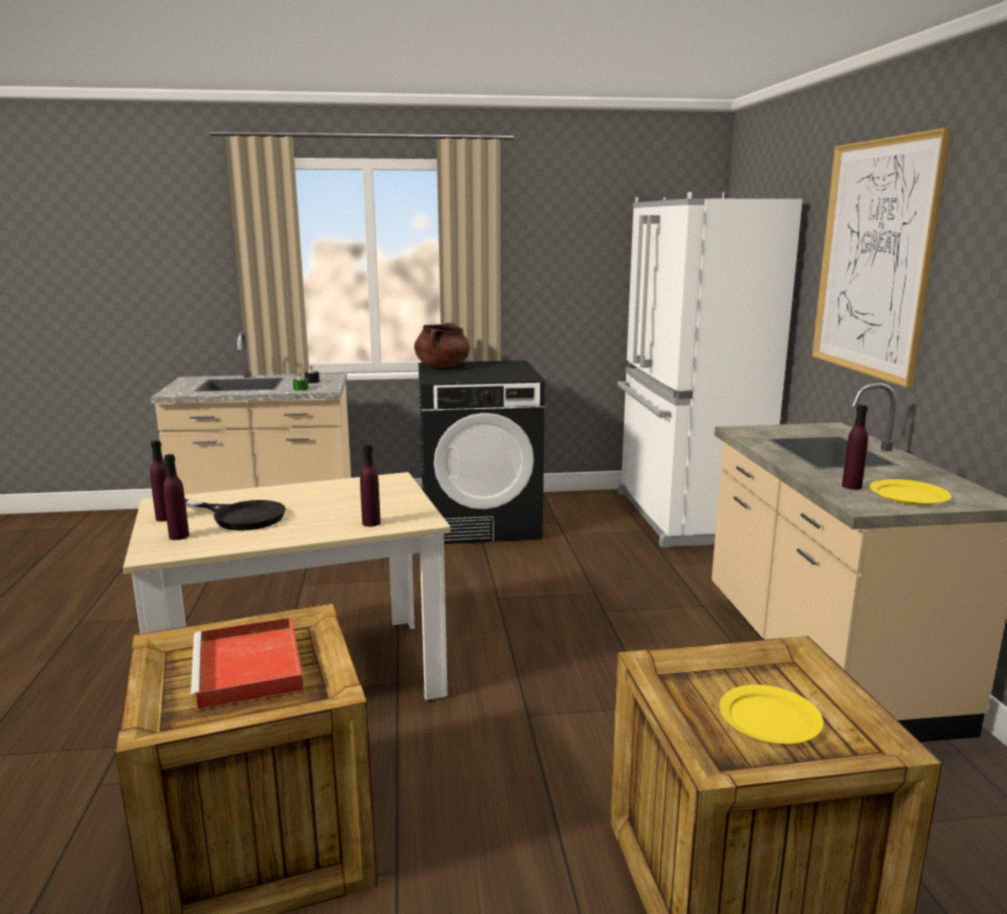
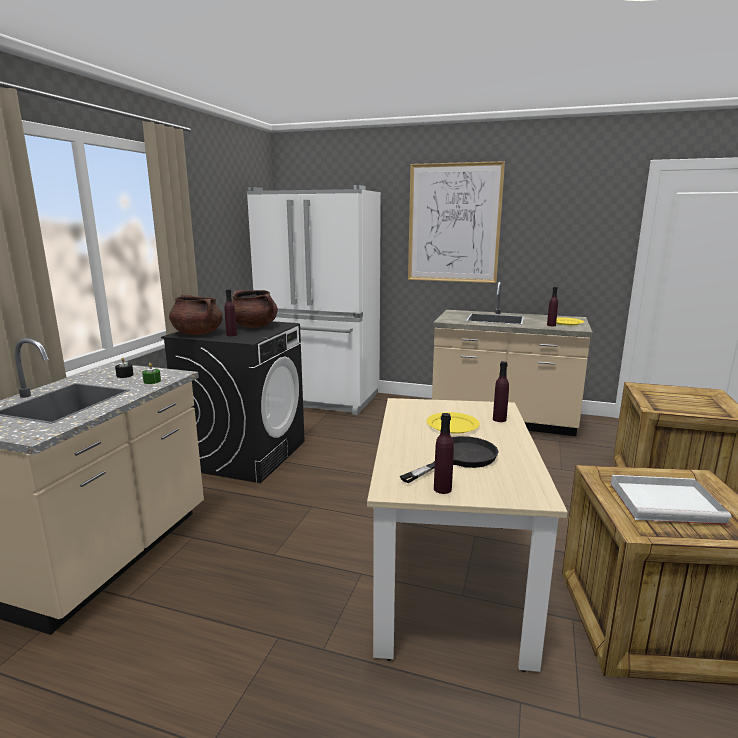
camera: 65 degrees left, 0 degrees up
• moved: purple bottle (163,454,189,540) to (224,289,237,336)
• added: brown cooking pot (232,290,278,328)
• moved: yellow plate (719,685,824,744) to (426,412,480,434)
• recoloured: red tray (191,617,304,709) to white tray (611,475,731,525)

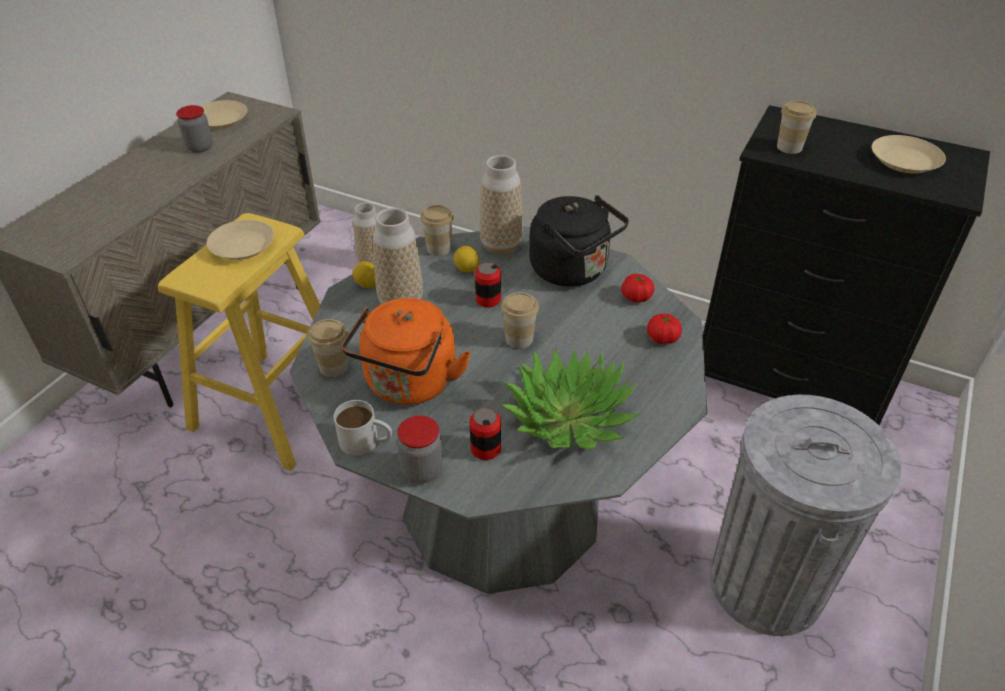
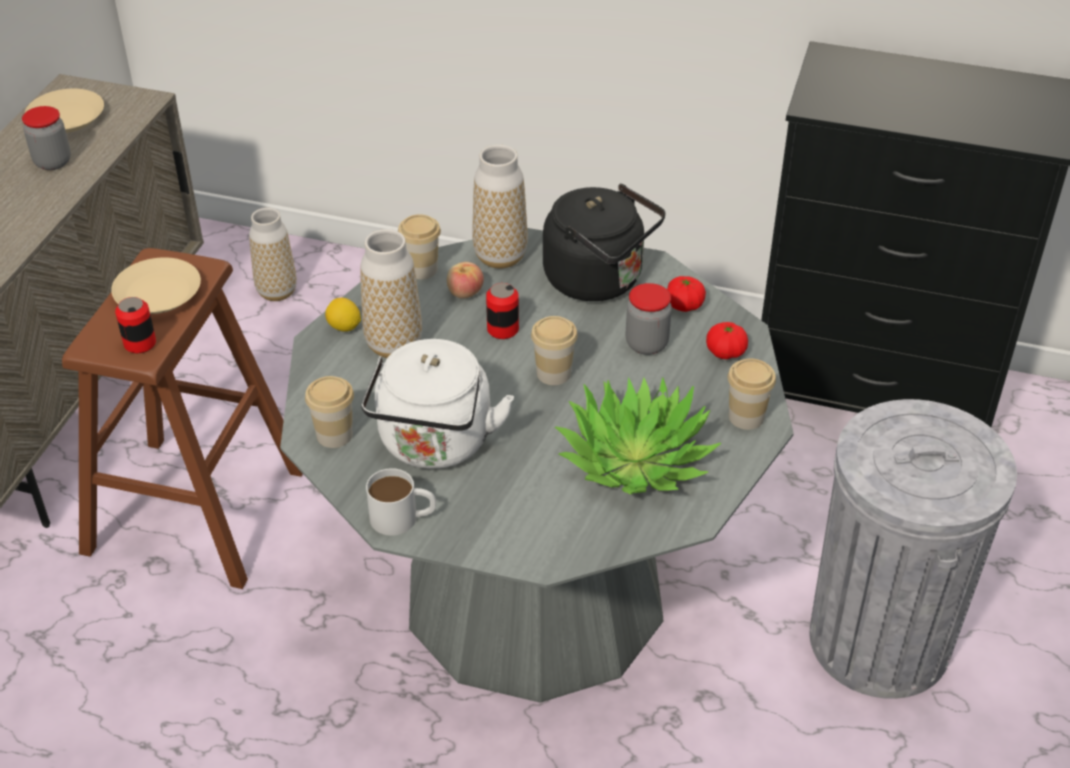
camera: 10 degrees left, 0 degrees up
• recoloured: yellow stool (158,213,320,471) to brown stool (62,248,303,589)
• moved: can (470,408,501,460) to (115,297,156,353)
• recoloured: orange kettle (341,298,471,405) to white kettle (361,339,514,469)
• replaced: lemon (453,246,479,273) to apple (447,262,484,299)
• moved: jar (397,416,443,483) to (625,283,672,355)
• moved: cup (777,100,816,154) to (728,359,776,430)
• removed: beige plate (872,135,946,174)

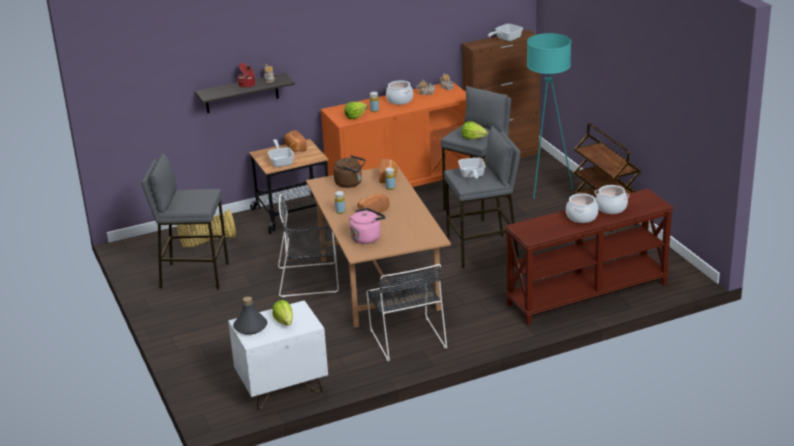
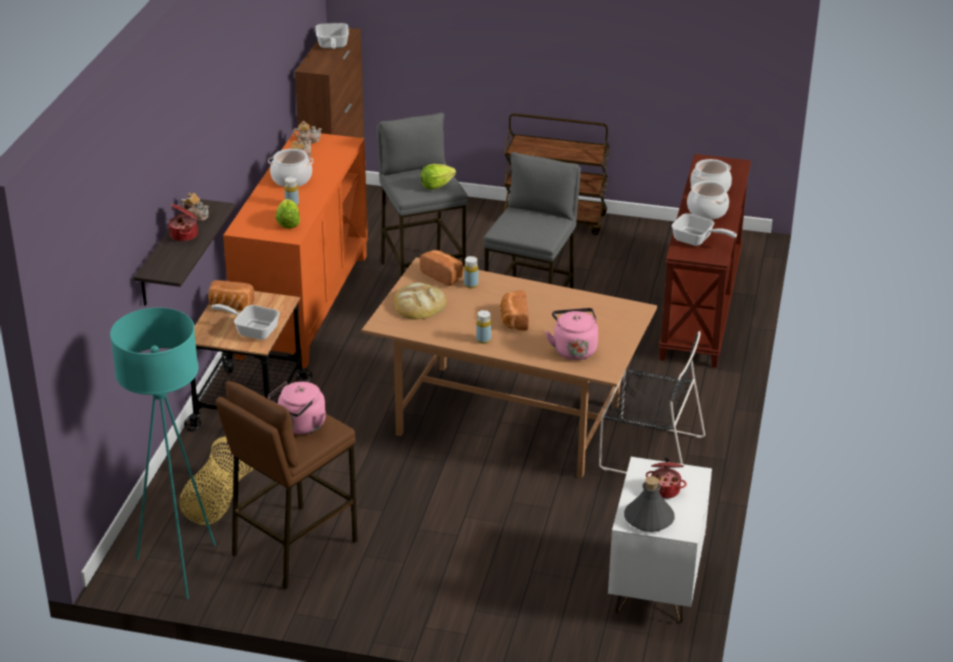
camera: 55 degrees left, 5 degrees up
• moved: turquoise floor lamp (527,33,573,199) to (110,308,216,599)
• recoloured: grey stool (141,153,229,290) to brown stool (216,381,358,590)
• added: pink kettle (268,381,326,434)
• replaced: brown kettle (333,155,366,188) to bread (394,282,446,320)
• replaced: lettuce (272,300,293,326) to cooking pot (646,458,687,499)
• moved: frying pan (458,158,485,179) to (672,213,737,246)
• removed: black chair (278,194,339,297)

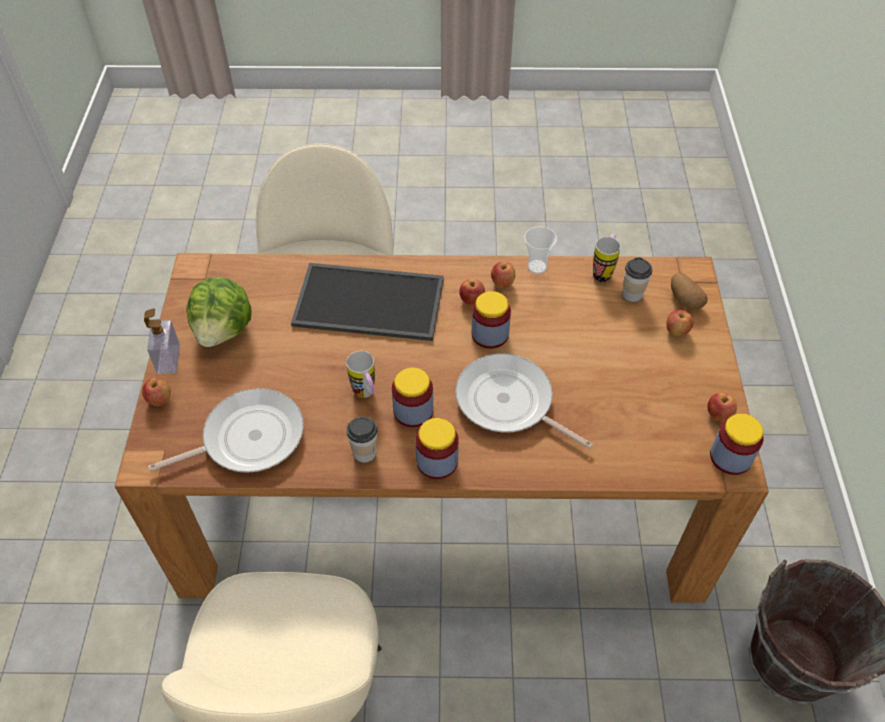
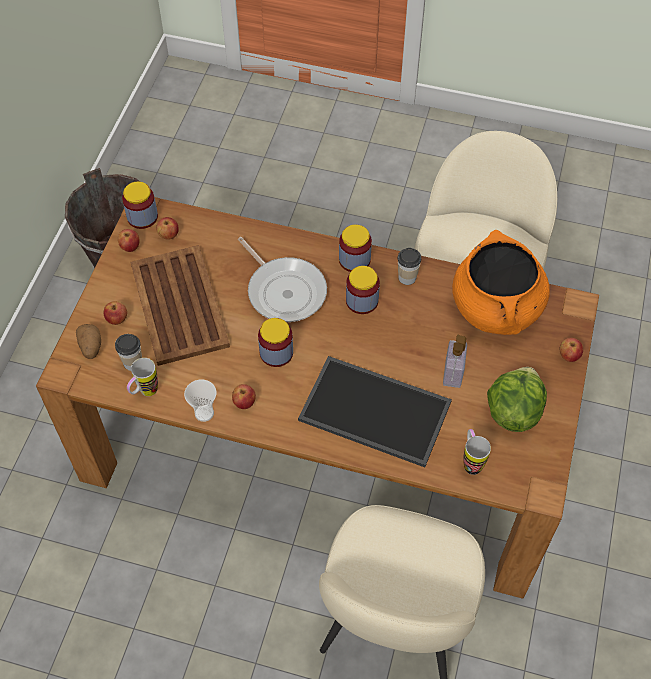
camera: 165 degrees left, 5 degrees up
• added: brown tray (130,245,230,366)
• moved: apple (459,278,485,305) to (156,217,179,240)
• moved: soap dispenser (144,308,180,374) to (443,335,467,388)
• replaced: frying pan (148,388,304,473) to orange cooking pot (452,230,550,335)
• moved: mug (346,351,375,398) to (463,429,491,475)

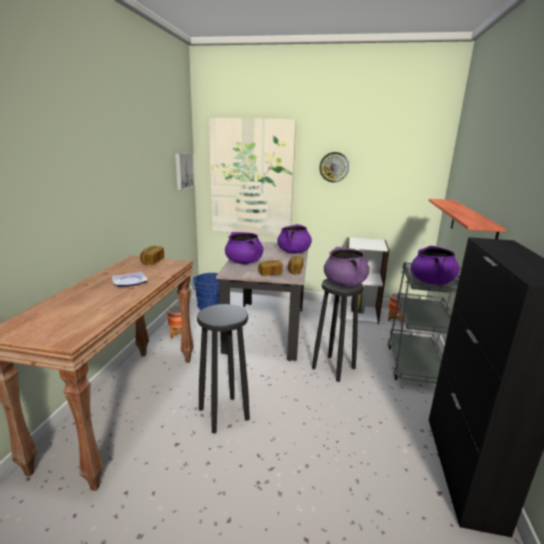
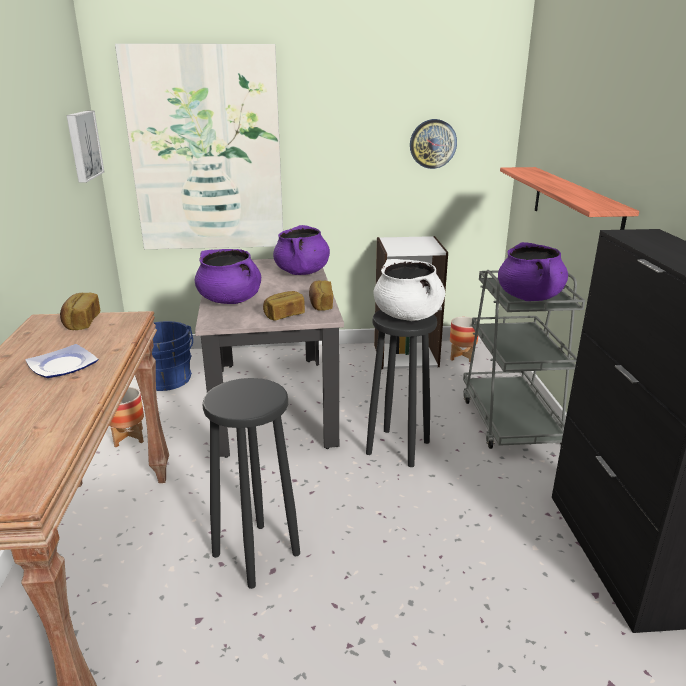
camera: 15 degrees left, 5 degrees up
• recoloured: purple cooking pot (324,247,370,287) to white cooking pot (374,259,445,321)
• moved: wall clock (319,152,349,182) to (410,119,457,169)

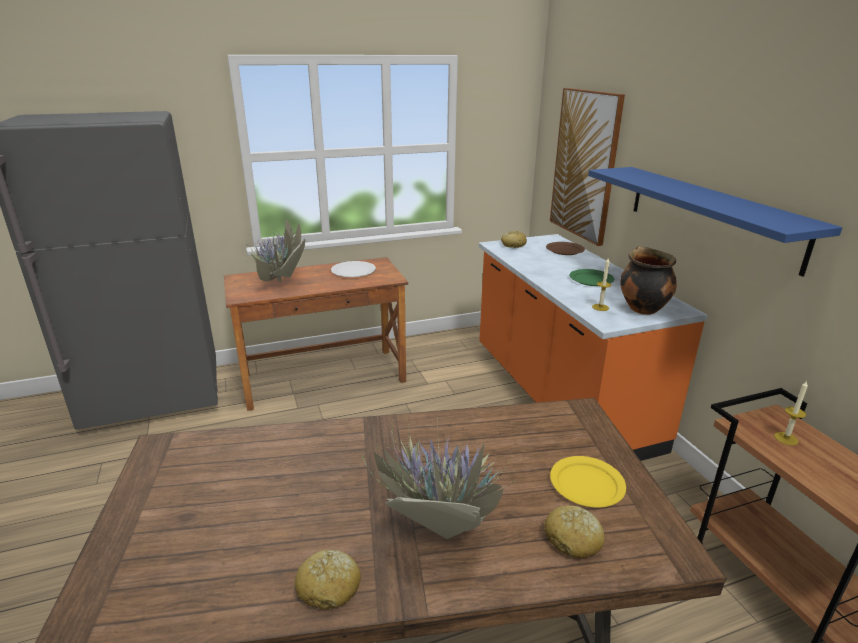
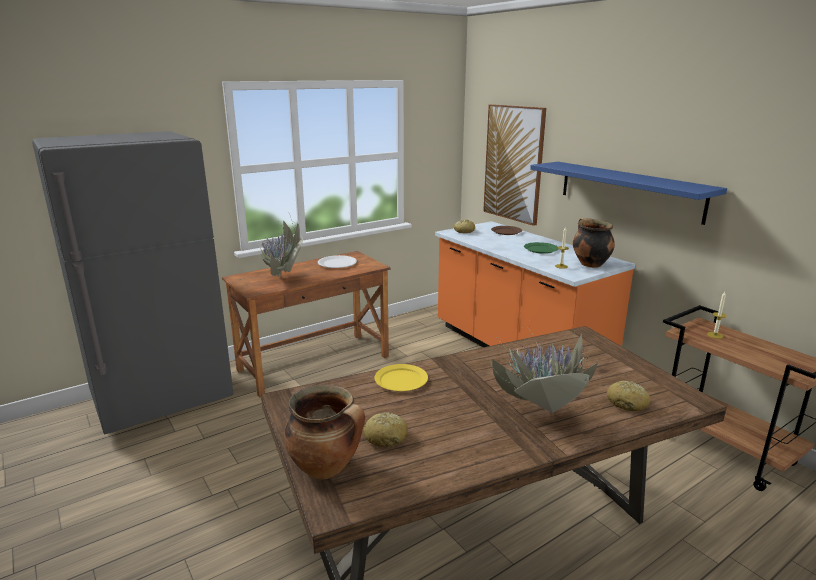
camera: 15 degrees left, 5 degrees down
• added: cooking pot (284,385,365,479)
• moved: bread (295,550,361,610) to (364,412,408,447)
• moved: yellow plate (550,456,626,507) to (374,364,428,391)

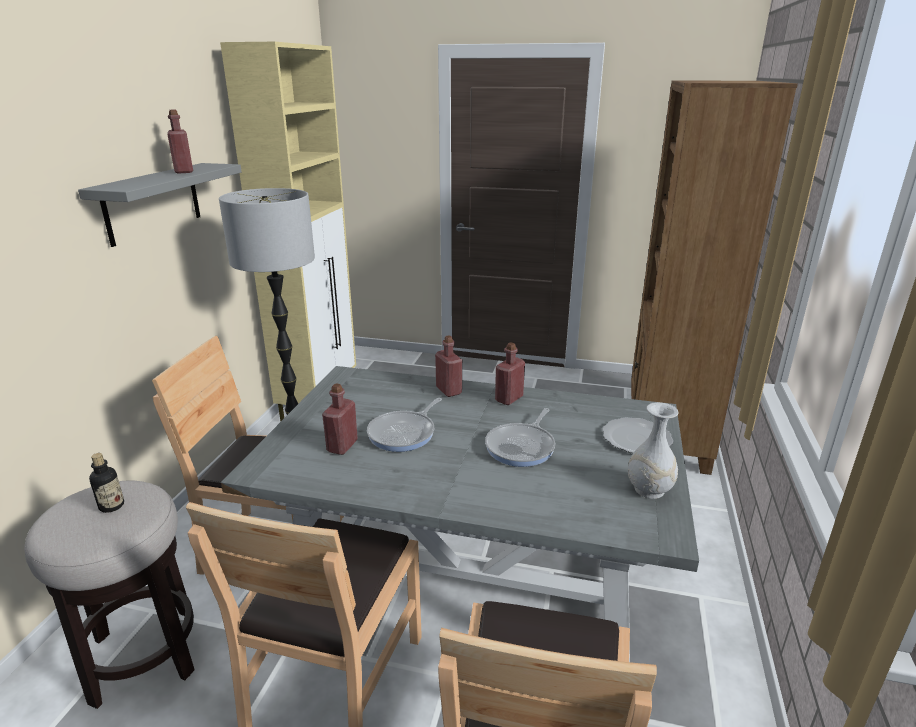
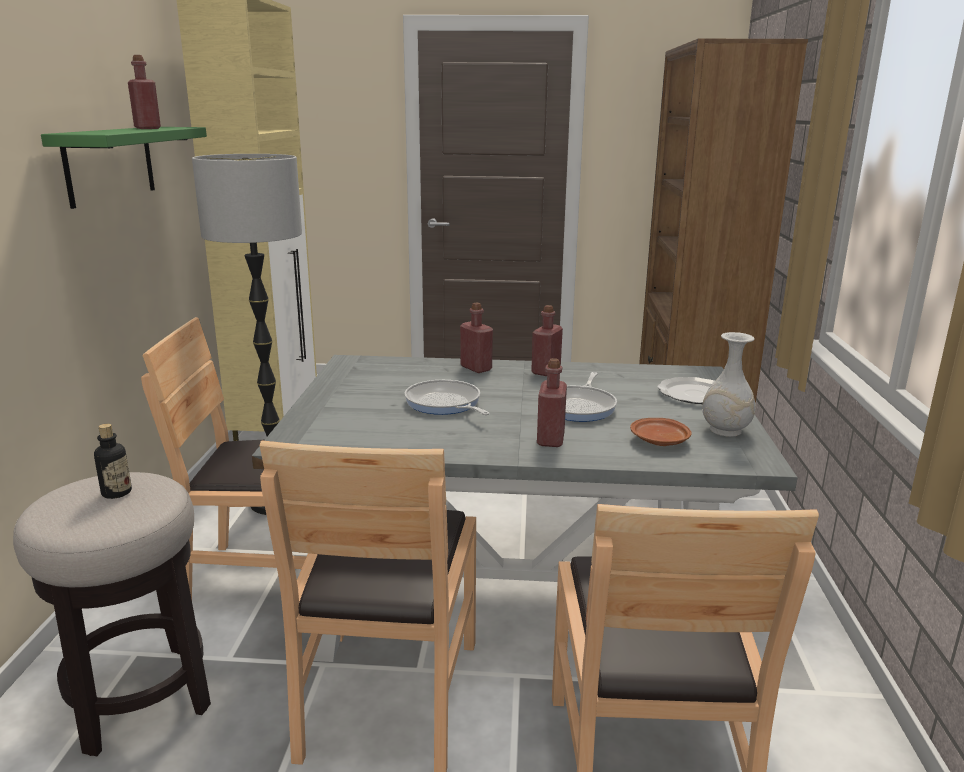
camera: 10 degrees left, 5 degrees down
• recoloured: grey shelf (78,163,242,247) to green shelf (41,127,207,209)
• turned: frying pan (367,398,442,452) = (405,380,490,415) 120 degrees clockwise
• moved: red bottle (322,383,358,455) to (537,358,567,447)
• added: brown plate (630,418,691,446)

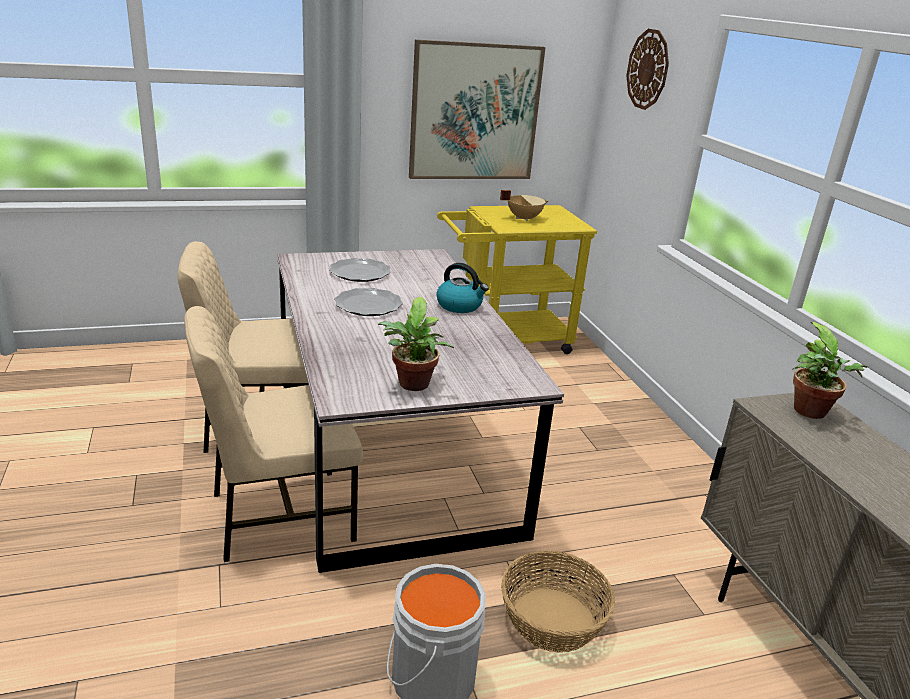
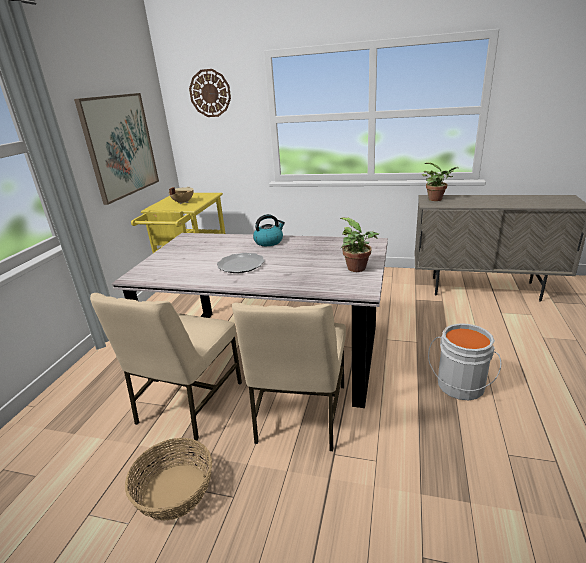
camera: 55 degrees left, 0 degrees up
• moved: basket (501,551,615,653) to (125,438,212,521)
• removed: plate (329,258,391,282)

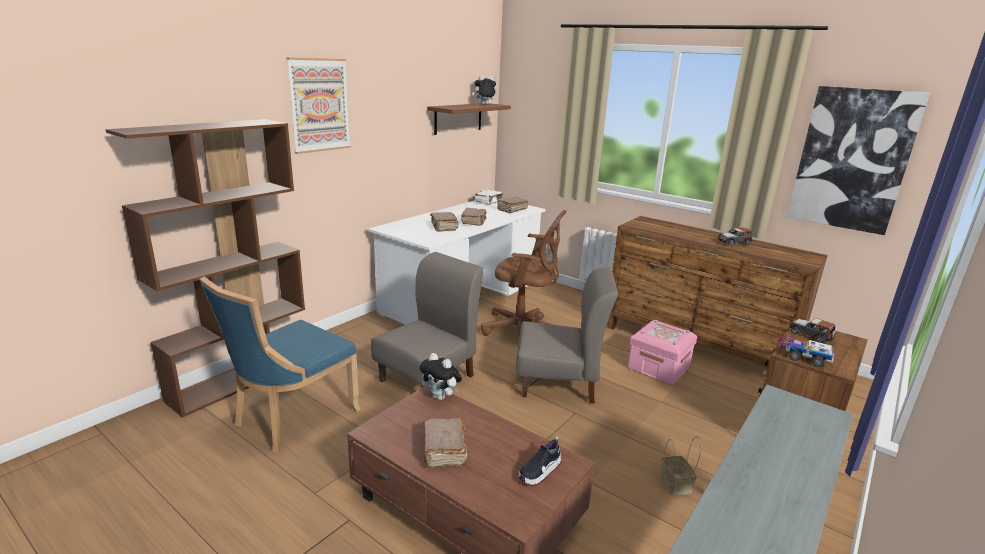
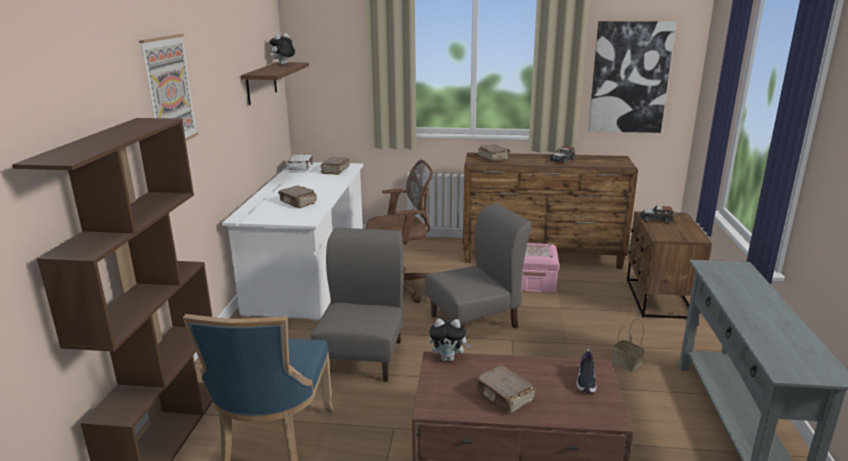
camera: 30 degrees left, 0 degrees up
• moved: brown book (461,208,486,226) to (478,144,511,161)
• removed: toy truck (781,337,834,367)

